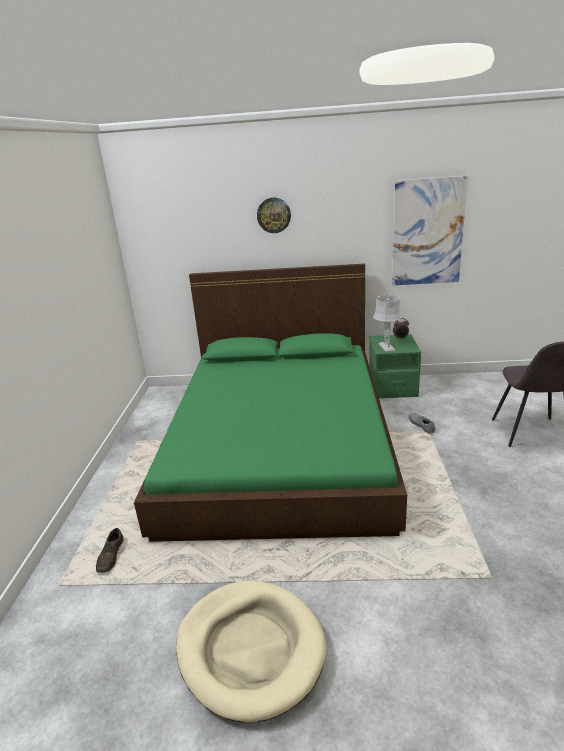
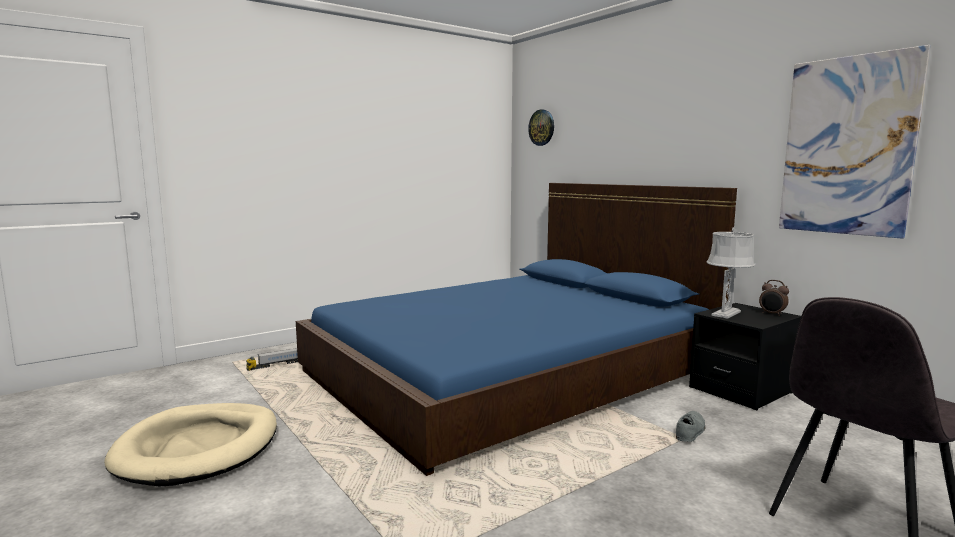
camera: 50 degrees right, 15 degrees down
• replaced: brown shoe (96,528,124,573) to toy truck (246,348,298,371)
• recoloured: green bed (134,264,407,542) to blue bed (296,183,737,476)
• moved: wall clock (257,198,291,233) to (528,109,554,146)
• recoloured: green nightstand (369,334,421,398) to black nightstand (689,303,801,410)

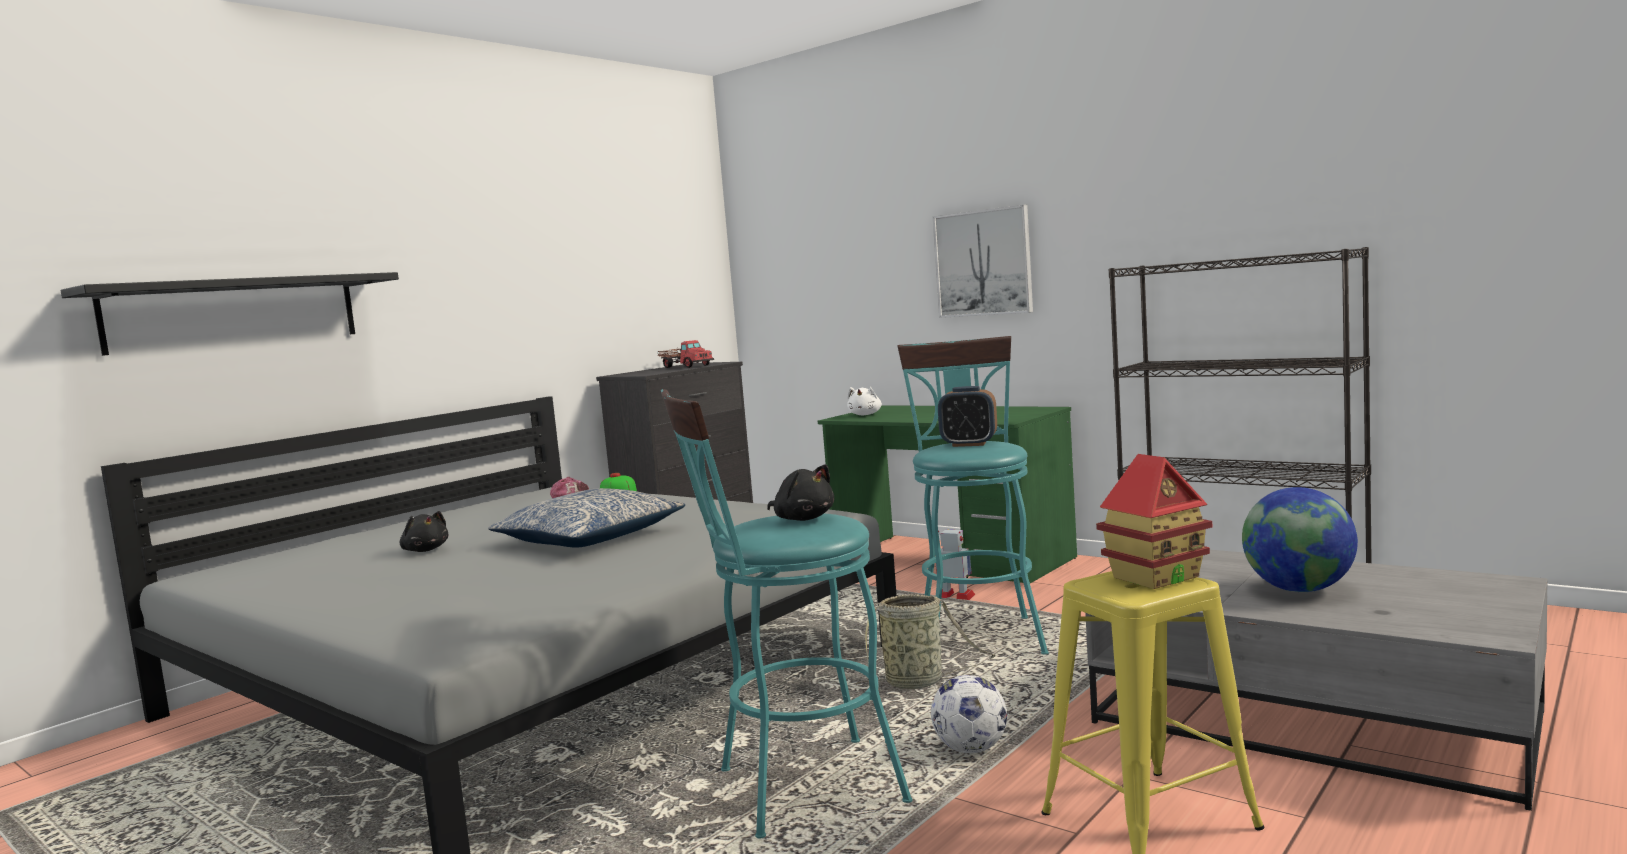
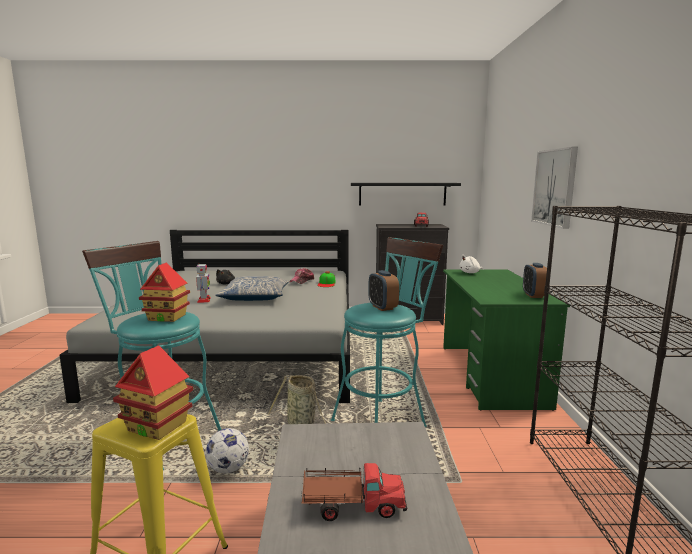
camera: 50 degrees right, 5 degrees up
• replaced: black plush toy (767,464,834,521) to toy house (139,263,190,322)
• moved: toy robot (936,530,975,600) to (196,263,211,303)
• replaced: globe (1242,487,1358,592) to toy truck (301,463,407,521)
• moved: black shelf (61,272,399,356) to (351,183,461,206)
• added: alarm clock (523,263,547,298)

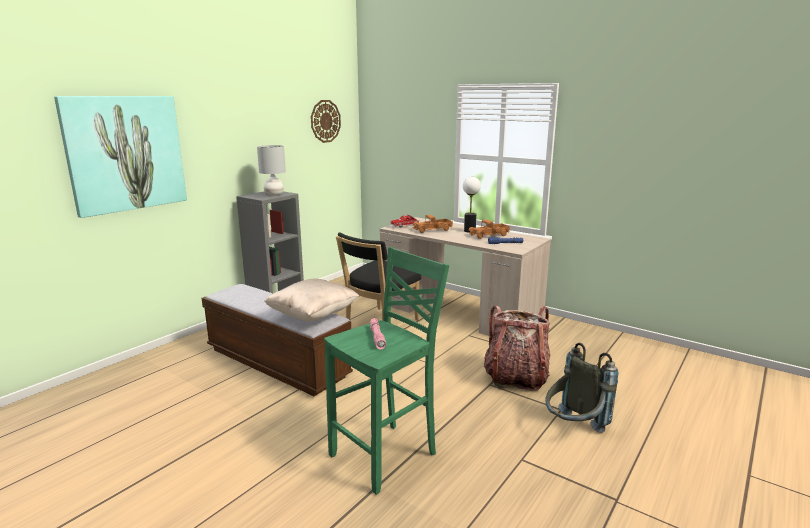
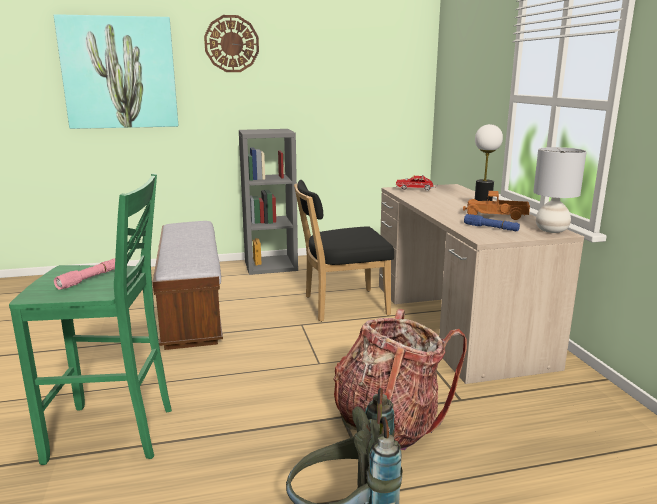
camera: 40 degrees right, 0 degrees up
• moved: wall clock (311,100,341,143) to (204,15,259,72)
• moved: grey table lamp (257,145,286,196) to (533,147,587,233)
• removed: beige pillow (265,278,360,322)
• removed: toy truck (412,215,453,233)

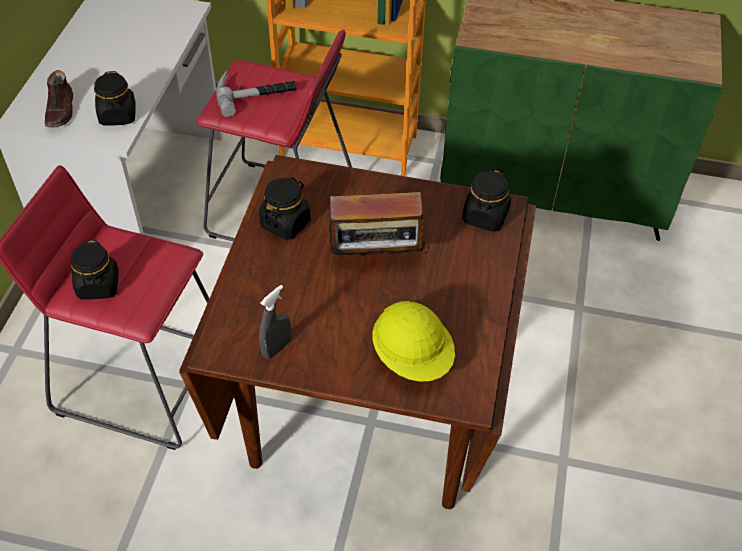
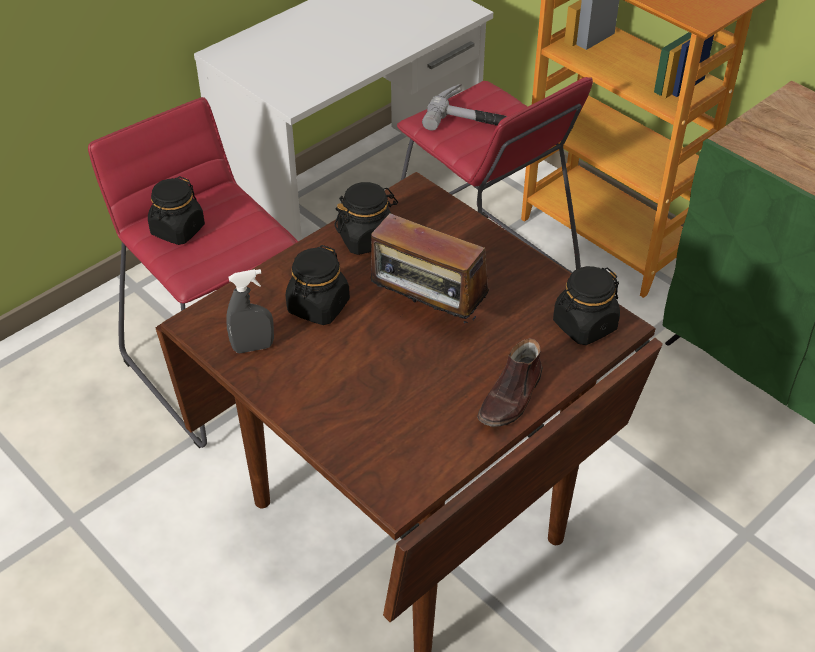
camera: 35 degrees right, 5 degrees down
• moved: black jar (94,71,136,126) to (286,245,350,325)
• moved: brown shoe (45,70,73,128) to (477,338,543,427)
• removed: yellow hard hat (373,301,455,382)

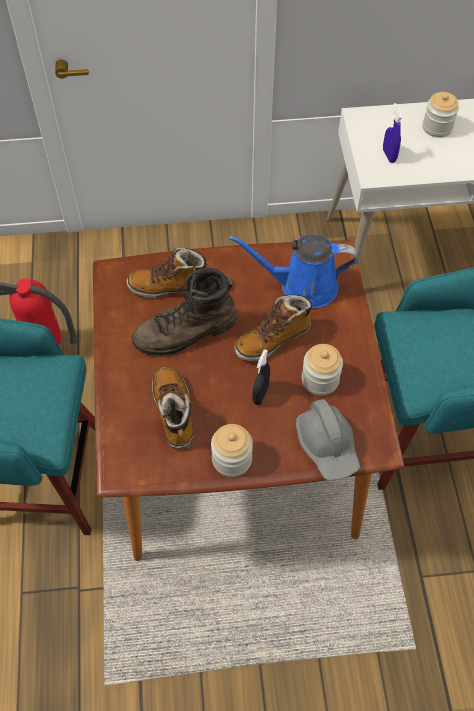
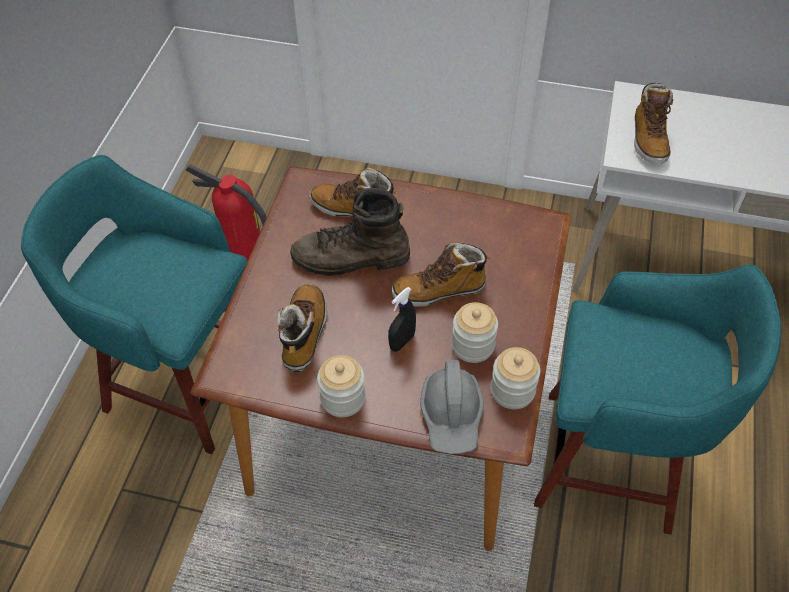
camera: 20 degrees right, 5 degrees down
• moved: jar (423,92,459,138) to (491,347,540,409)
• replaced: blue spray bottle (383,103,403,163) to boot (634,83,673,163)
• removed: blue watering can (229,234,358,309)

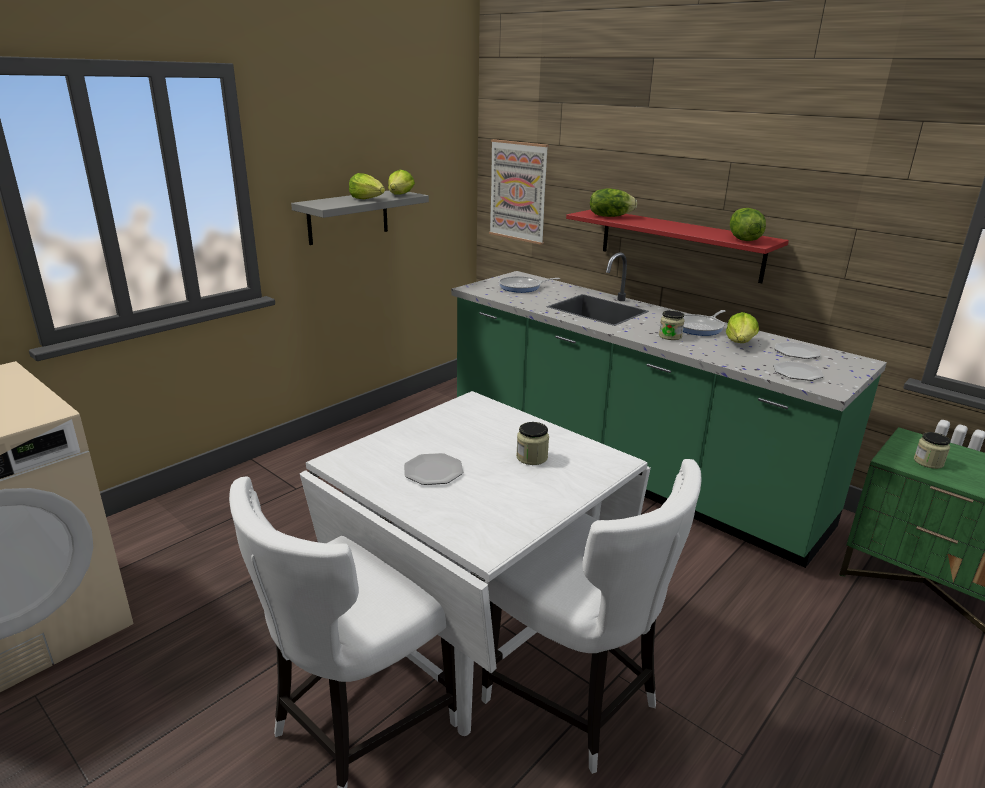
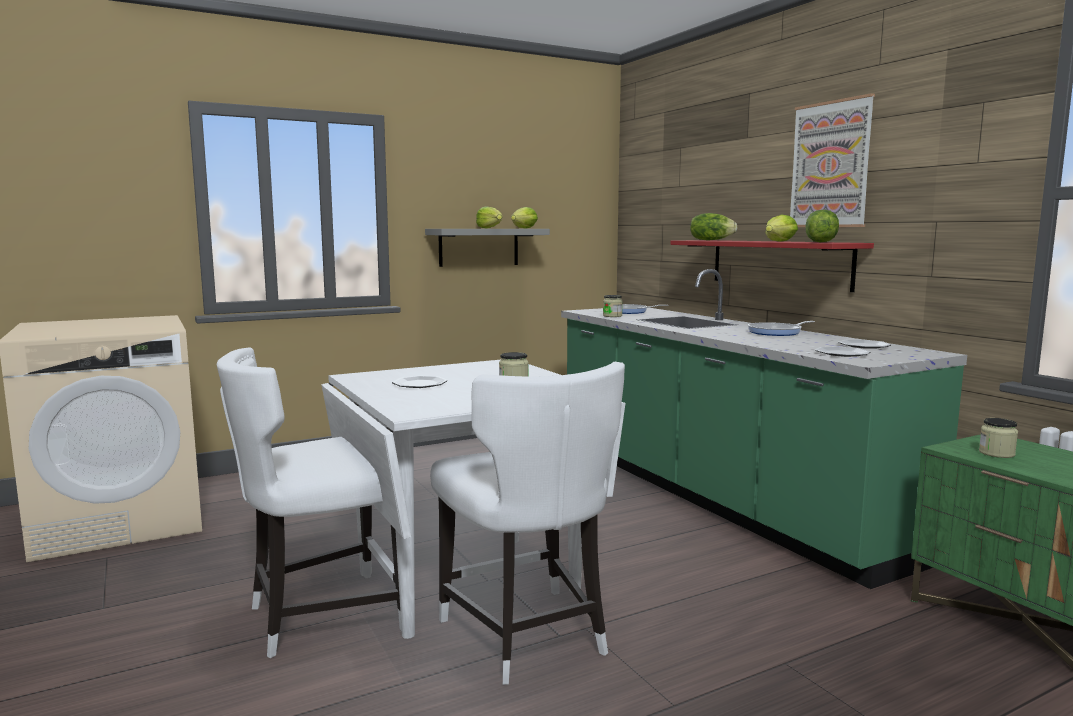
camera: 20 degrees right, 15 degrees down
• moved: jar (659,310,685,340) to (603,295,623,317)
• moved: lettuce (726,312,759,343) to (766,215,798,242)
• moved: picture (489,139,549,245) to (790,93,875,227)

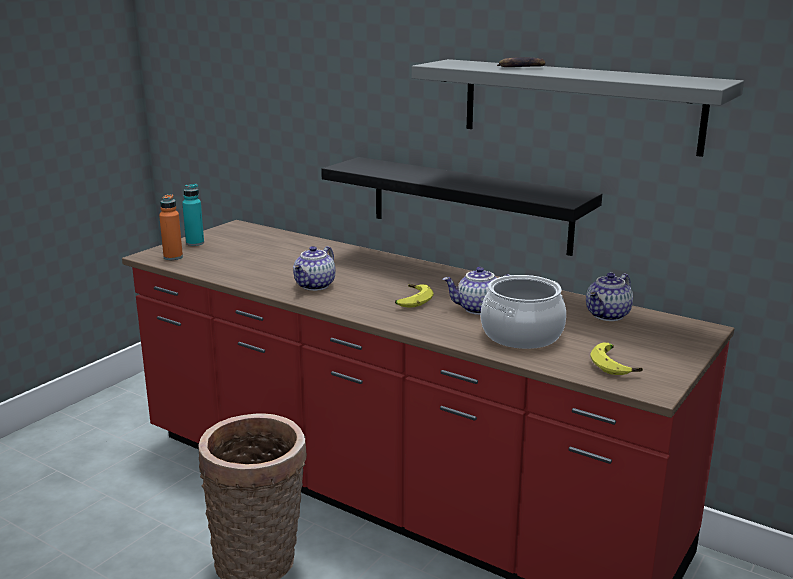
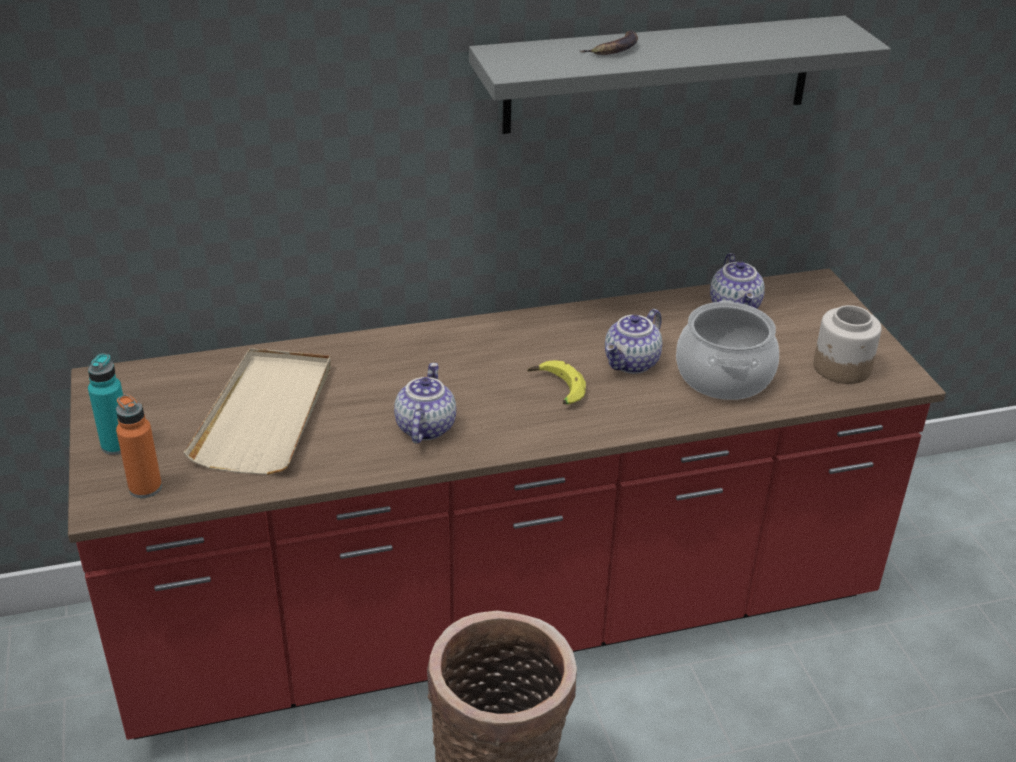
camera: 50 degrees left, 15 degrees up
• added: beige tray (184,348,331,475)
• turned: teapot (293,246,336,291) = (394,363,456,443) 150 degrees counterclockwise
• replaced: banana (590,342,643,375) to jar (813,305,882,384)
• removed: black shelf (321,157,602,256)

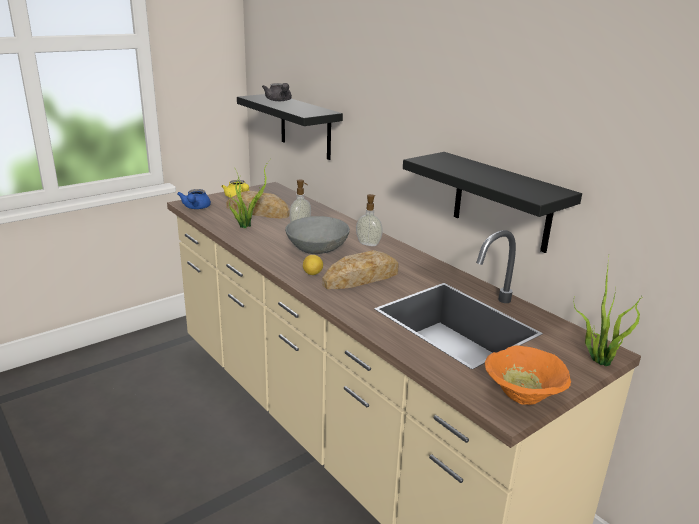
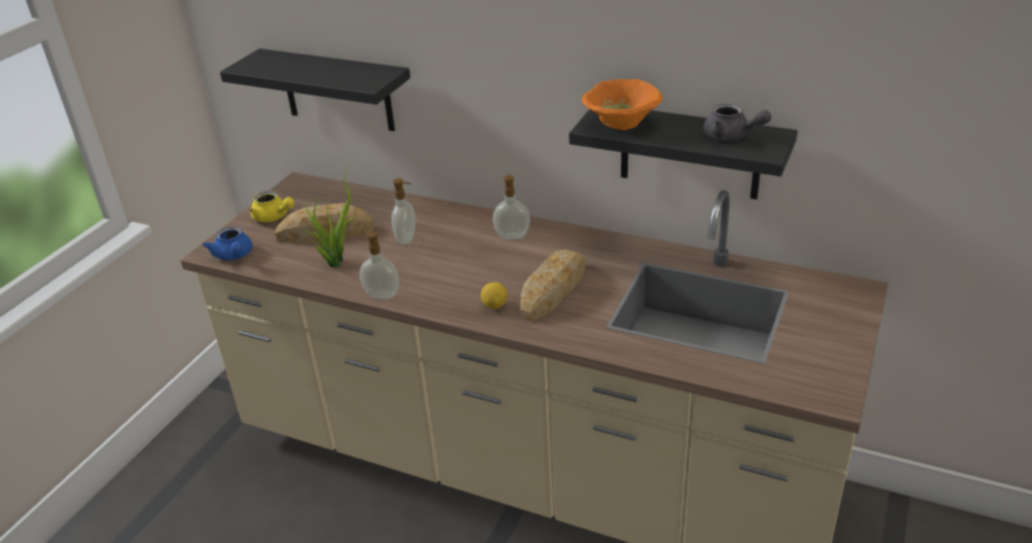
camera: 25 degrees left, 10 degrees up
• added: soap dispenser (360,230,399,299)
• moved: orange bowl (485,345,571,405) to (582,79,663,130)
• moved: grey teapot (262,83,292,101) to (703,103,771,141)
• removed: grey bowl (285,216,350,254)
• removed: potted plant (574,257,643,366)

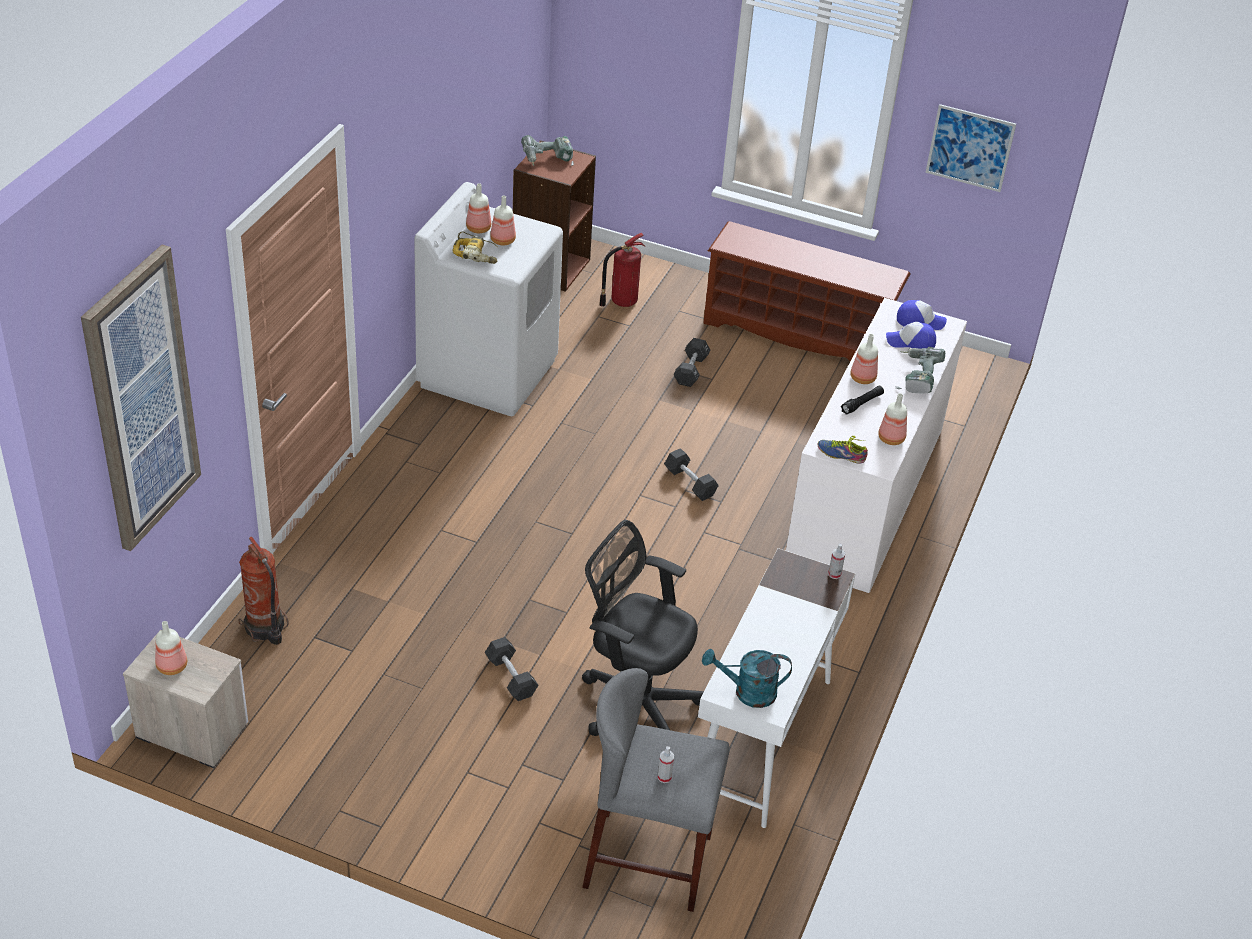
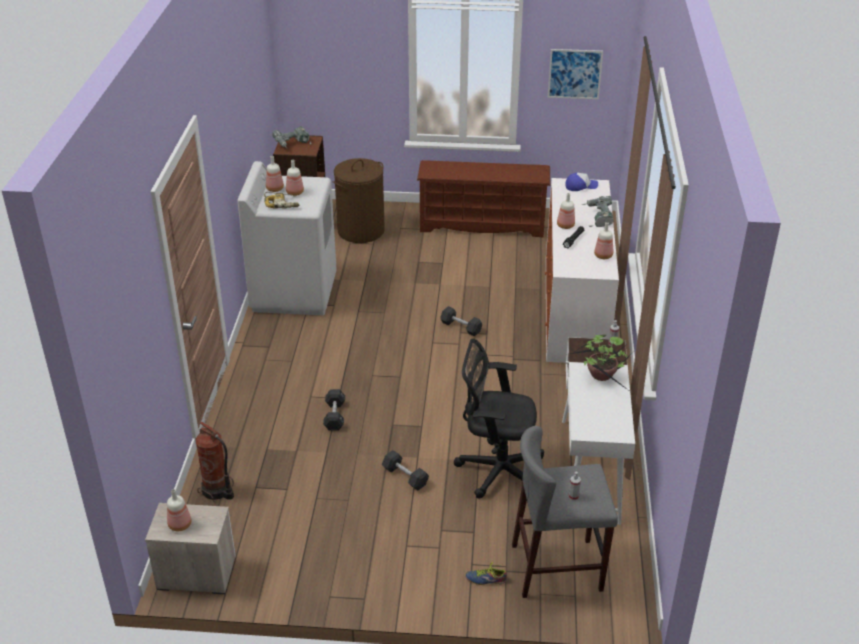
camera: 15 degrees left, 5 degrees down
• moved: black dumbbell (674,338,710,387) to (323,389,345,431)
• replaced: fire extinguisher (599,233,646,307) to brown laundry basket (333,158,385,243)
• moved: shoe (818,436,868,464) to (465,562,507,585)
• added: potted plant (570,335,632,390)
• removed: picture (81,245,201,551)
• removed: turquoise watering can (702,649,792,708)
• removed: cap (886,322,936,349)

